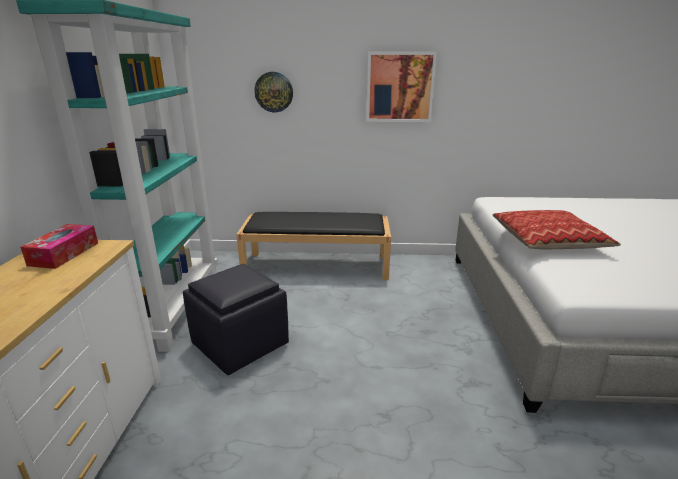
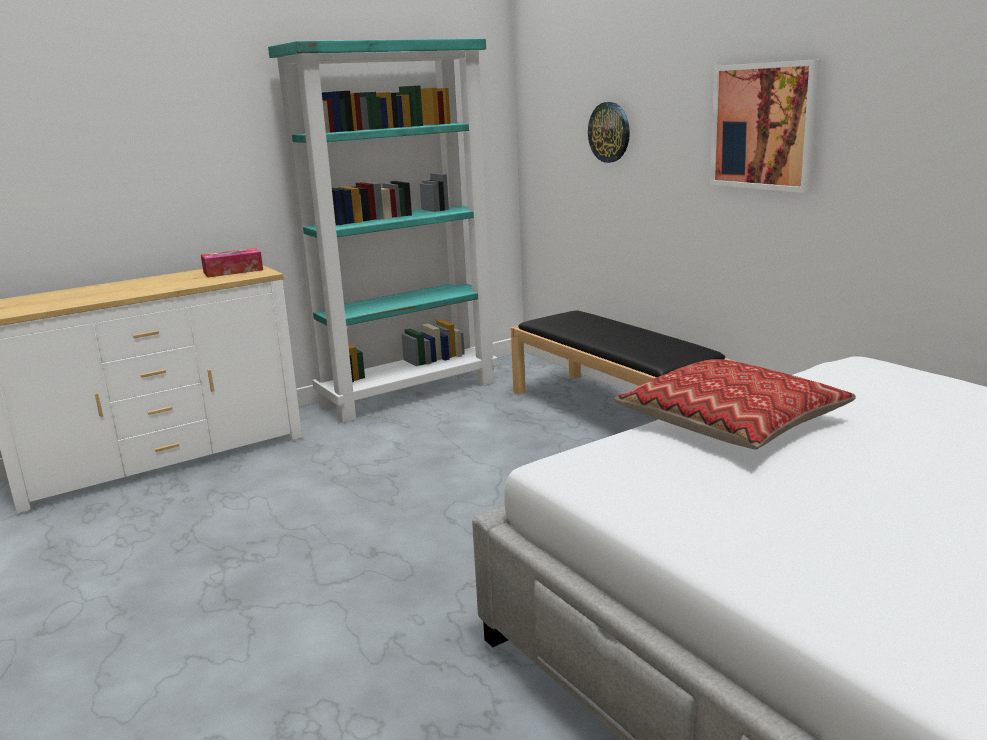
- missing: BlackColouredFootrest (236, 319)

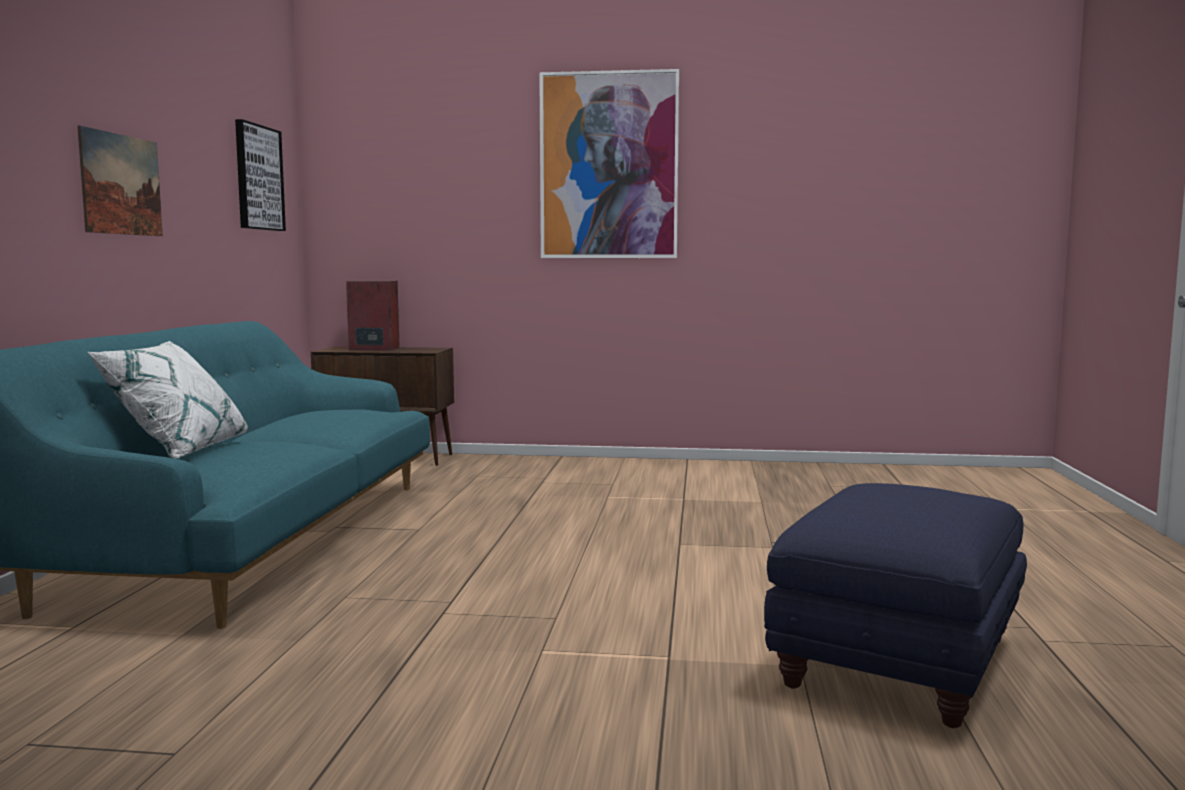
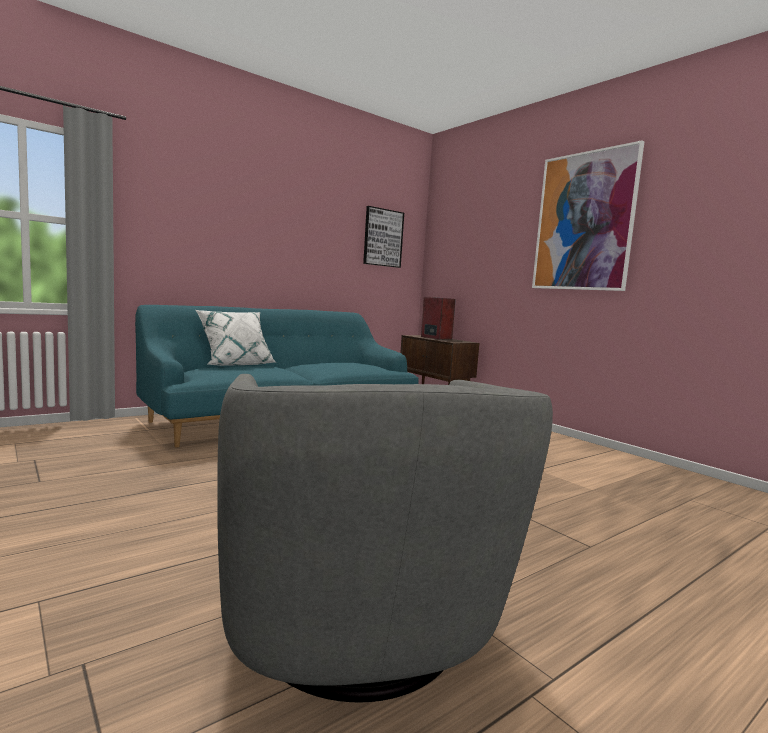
- exchanged: BluishFootrest (895, 605) to GreyLoungeChair (385, 538)
- missing: Picture (120, 180)

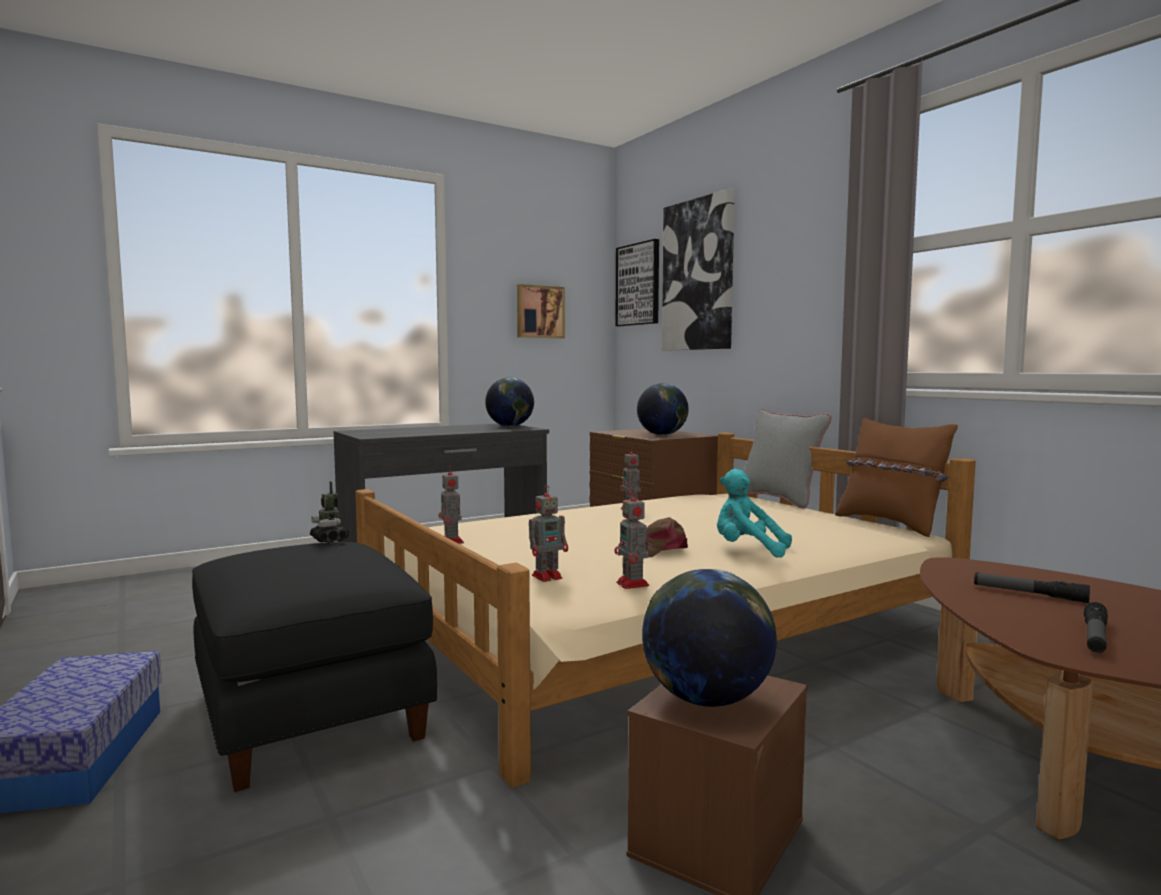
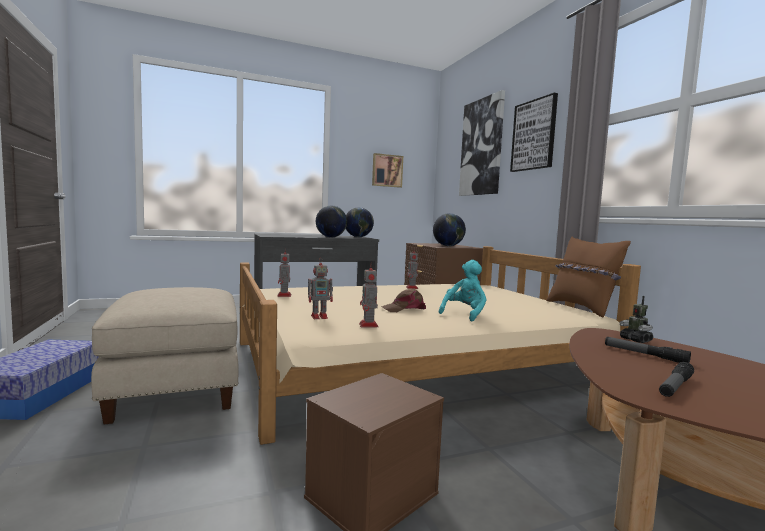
- colour: BlackColouredFootrest (314, 667) to BeigeFootrest (165, 355)
- relocated: DeskGlobe (709, 638) to (331, 221)
- spun: TurquoiseColouredCuddlyToy (754, 513) = (462, 290) 90 degrees clockwise
- relocated: Picture (637, 282) to (534, 132)
- relocated: RobotFigure (329, 512) to (636, 319)
- missing: GreyThrowPillow (787, 458)

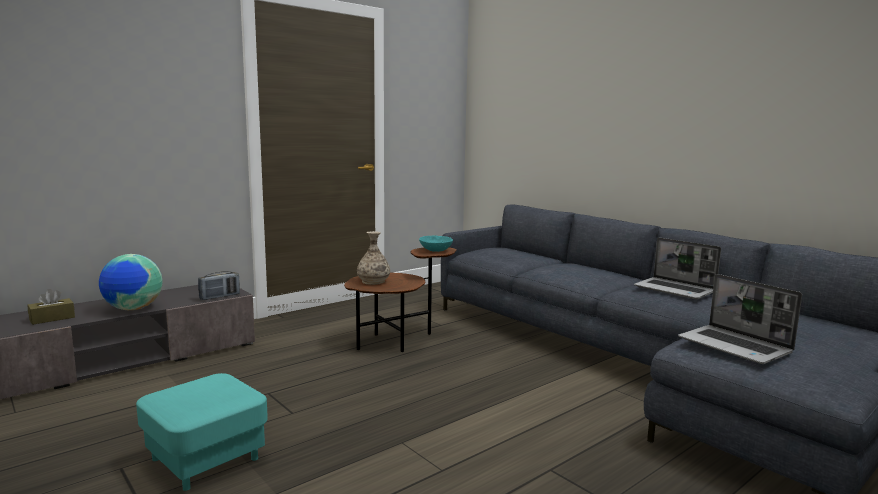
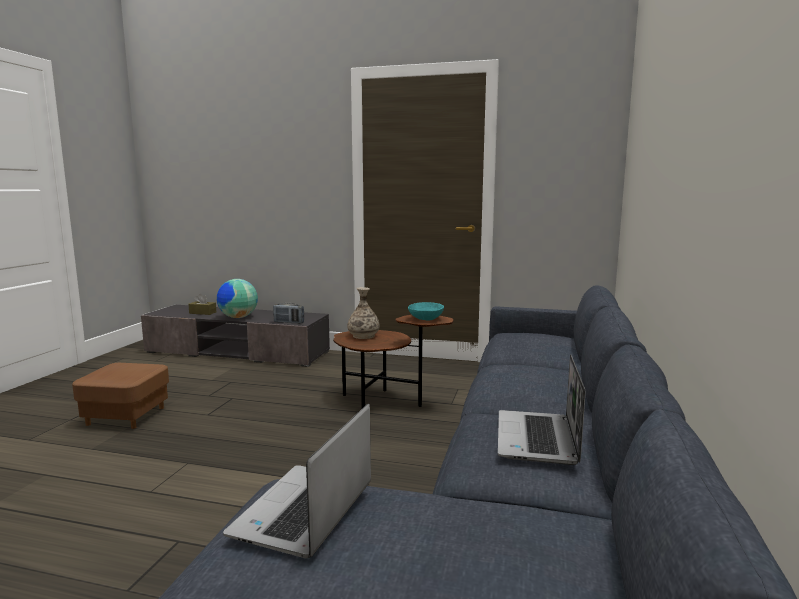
- colour: TurquoiseColouredFootrest (202, 432) to BrownFootrest (120, 396)

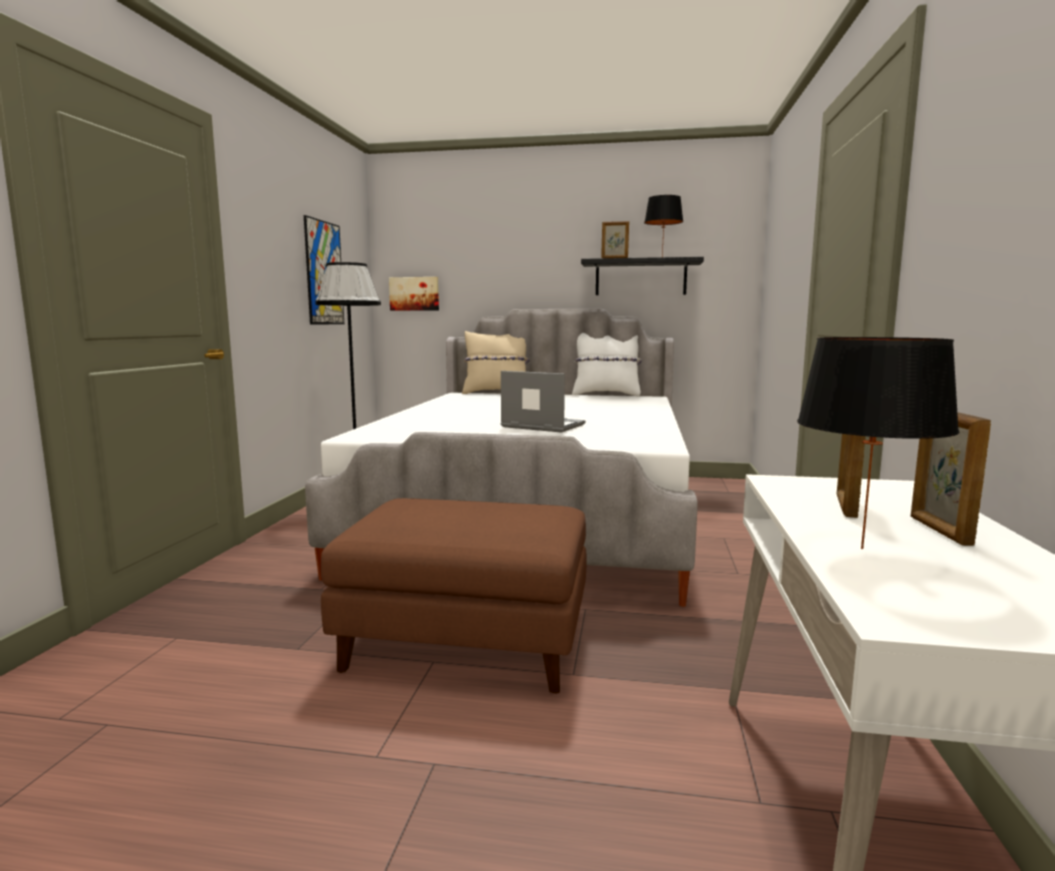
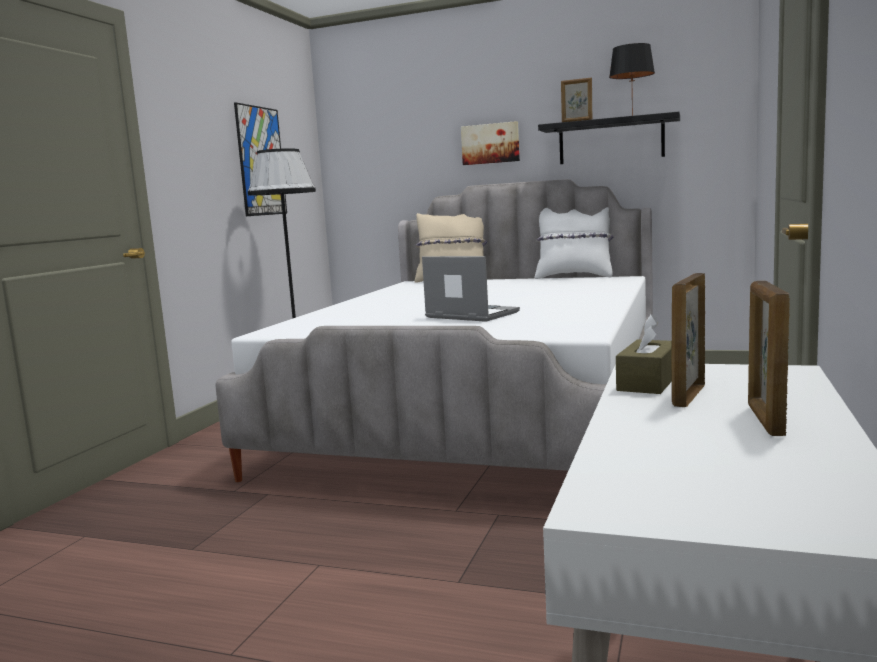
- relocated: Picture (414, 294) to (490, 143)
- appeared: BrownTissueHolder (644, 354)
- missing: BrownFootrest (454, 596)
- missing: BlackColouredTabletopLamp (878, 443)

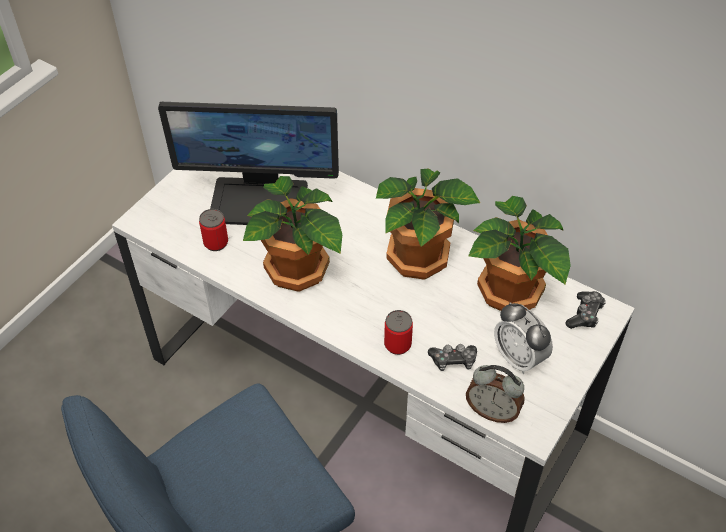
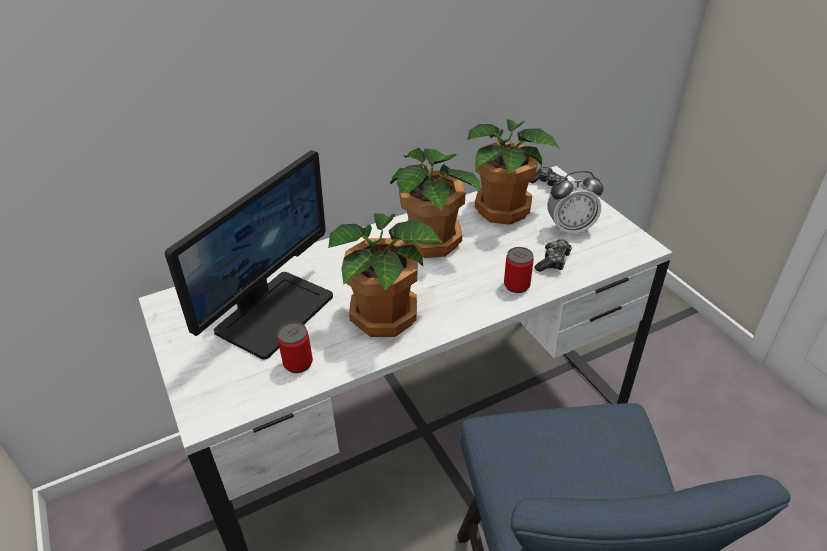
- missing: BedsideClock (495, 394)

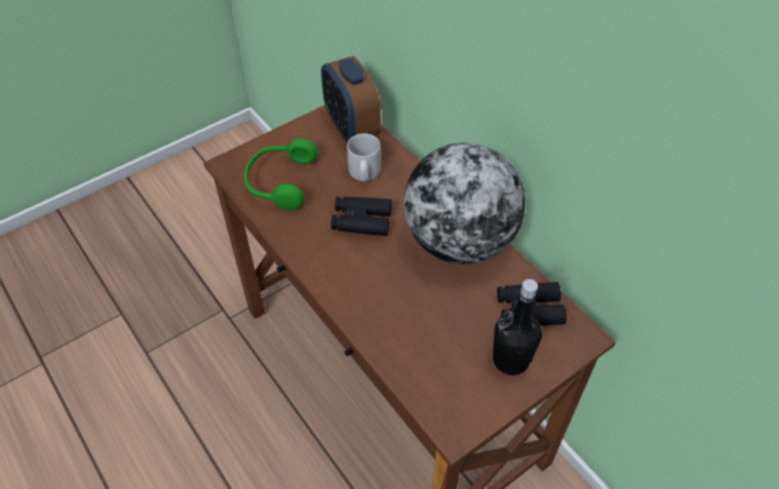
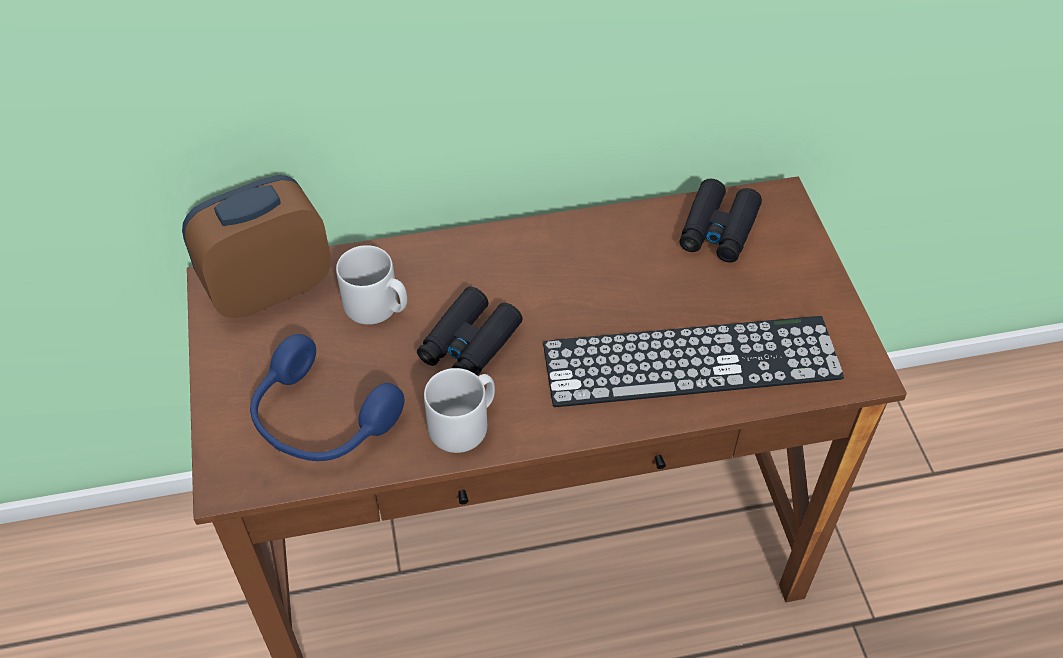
- spun: BedsideClock (351, 99) = (256, 246) 150 degrees clockwise
- colour: GreenishHeadphones (280, 174) to BluishHeadphones (327, 397)
- appeared: GreyMug (459, 410)
- appeared: PcKeyboard (693, 361)
- missing: DeskGlobe (464, 203)
- missing: BlackColouredDrinkBottle (517, 327)

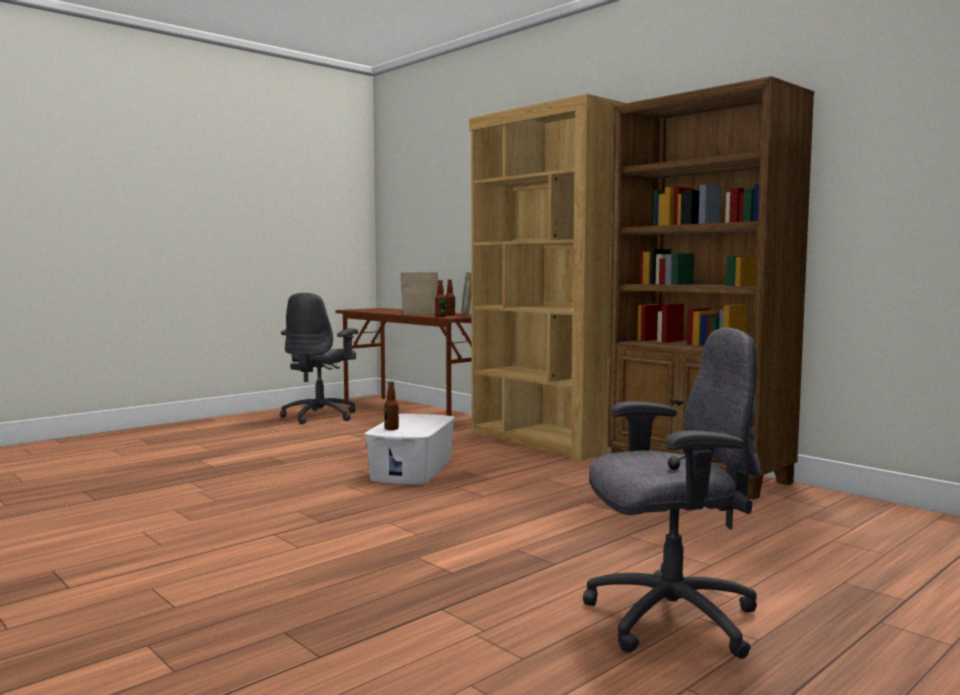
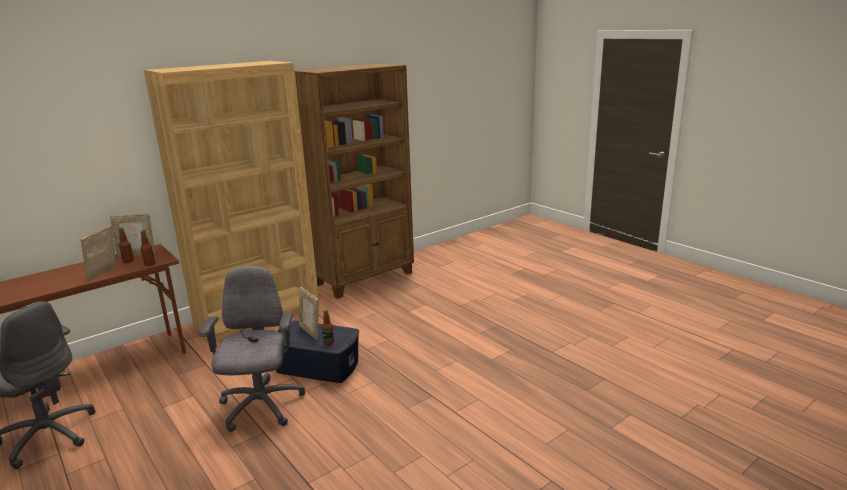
- relocated: GreyDeskChair (672, 493) to (252, 349)
- colour: WhiteColouredStorageBin (409, 449) to BluishStorageBin (317, 352)
- appeared: PhotoFrame (309, 313)

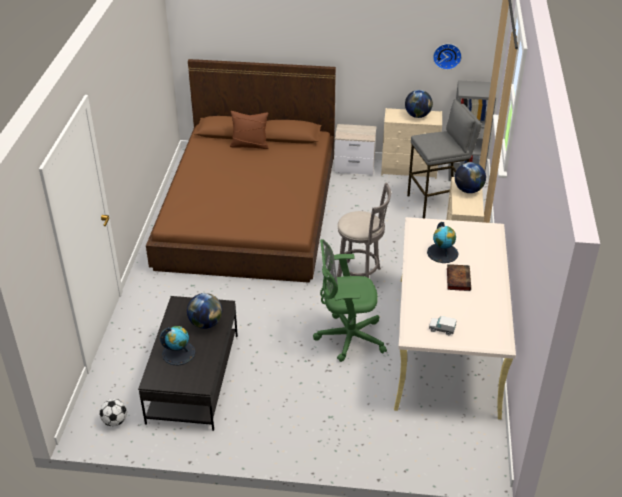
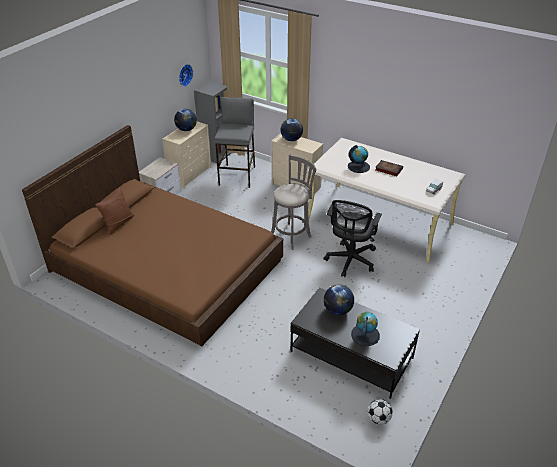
- colour: GreenishDeskChair (350, 300) to BlackColouredDeskChair (352, 238)

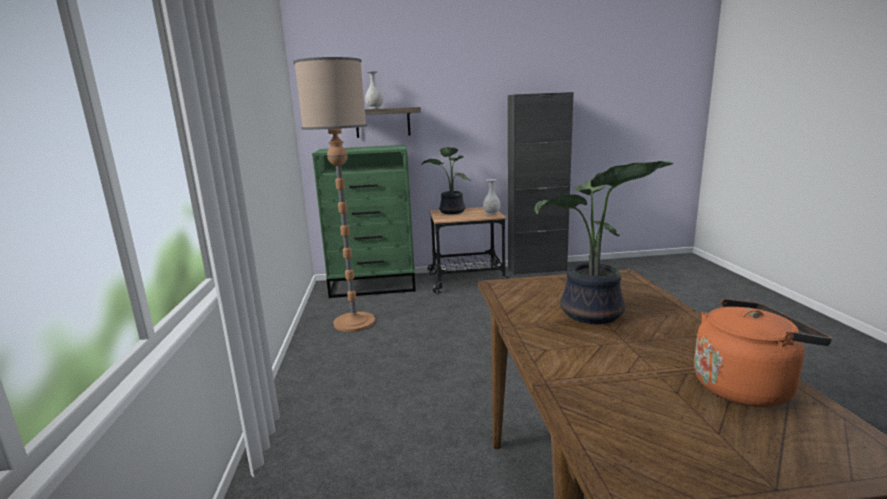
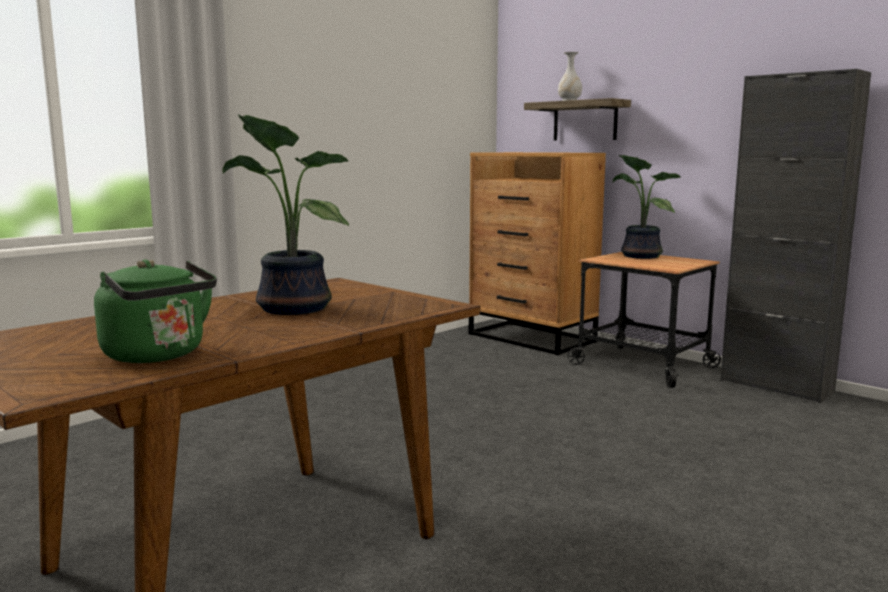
- colour: OrangeTeaKettle (763, 353) to GreenishTeaKettle (155, 311)
- colour: GreenishChestOfDrawers (364, 221) to BrownChestOfDrawers (537, 253)
- missing: FloorLamp (334, 194)
- missing: WhiteColouredFlowerVase (491, 197)

